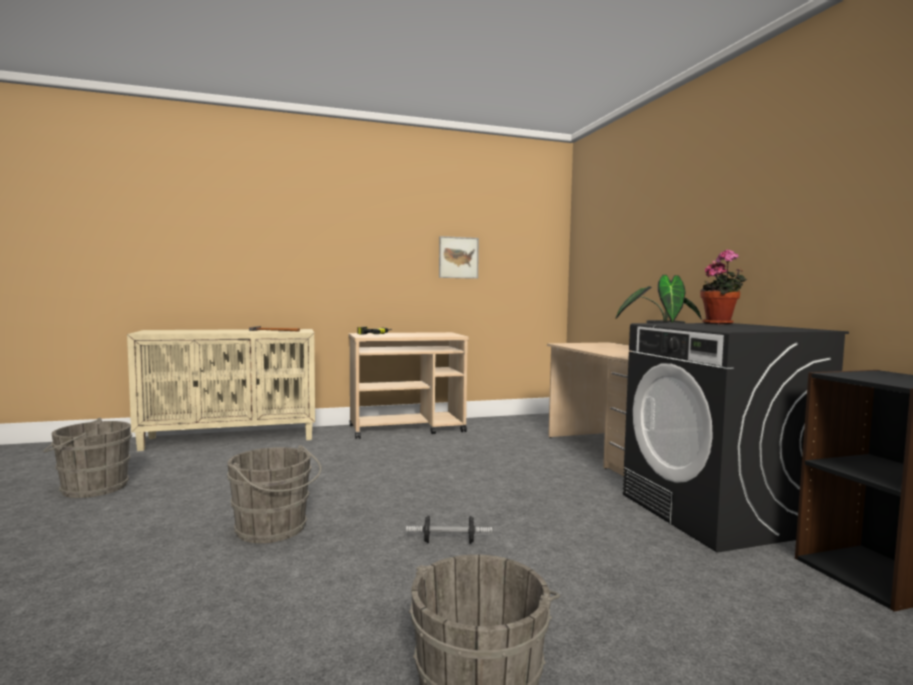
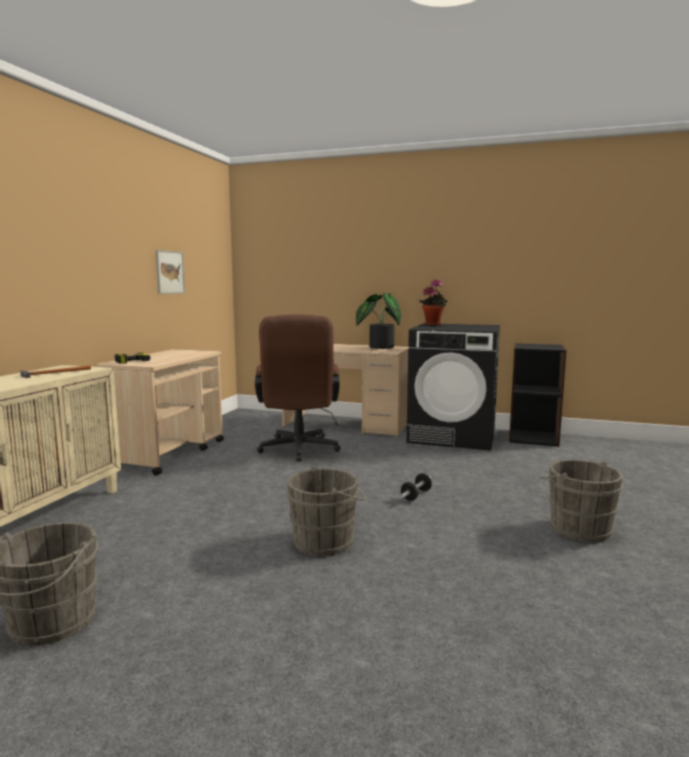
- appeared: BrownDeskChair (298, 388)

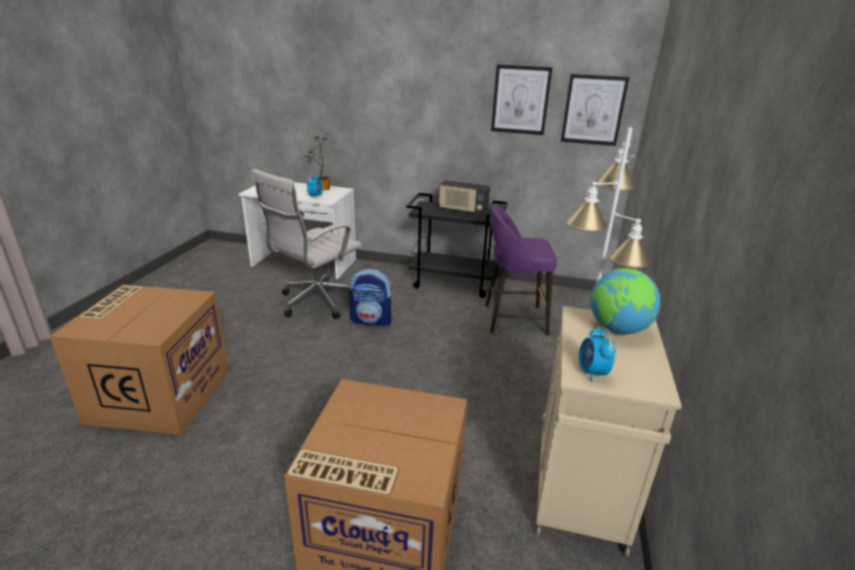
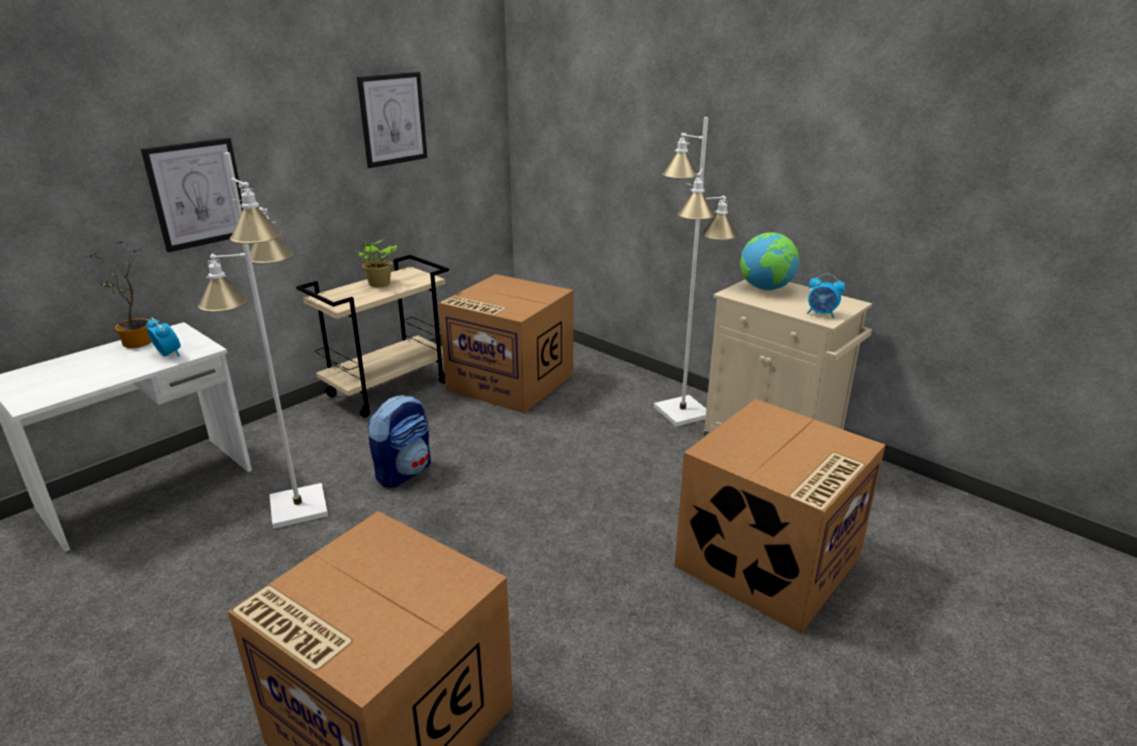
- relocated: Picture (595, 110) to (192, 195)
- exchanged: WhiteColouredDeskChair (307, 244) to WhiteColouredFloorLamp (263, 340)
- colour: BlackColouredTrolley (457, 245) to BeigeTrolley (372, 336)
- exchanged: RadioSet (464, 197) to PlantInAPot (377, 263)
- exchanged: PurpleColouredSittingStool (521, 270) to Carton (506, 343)

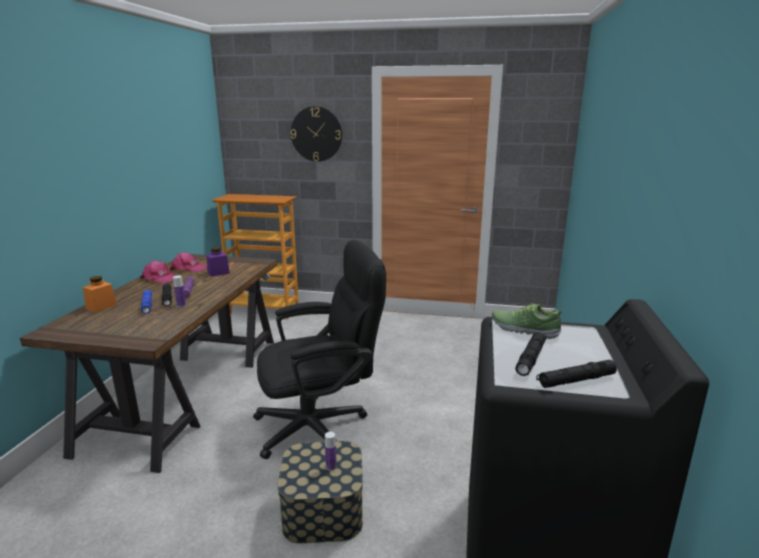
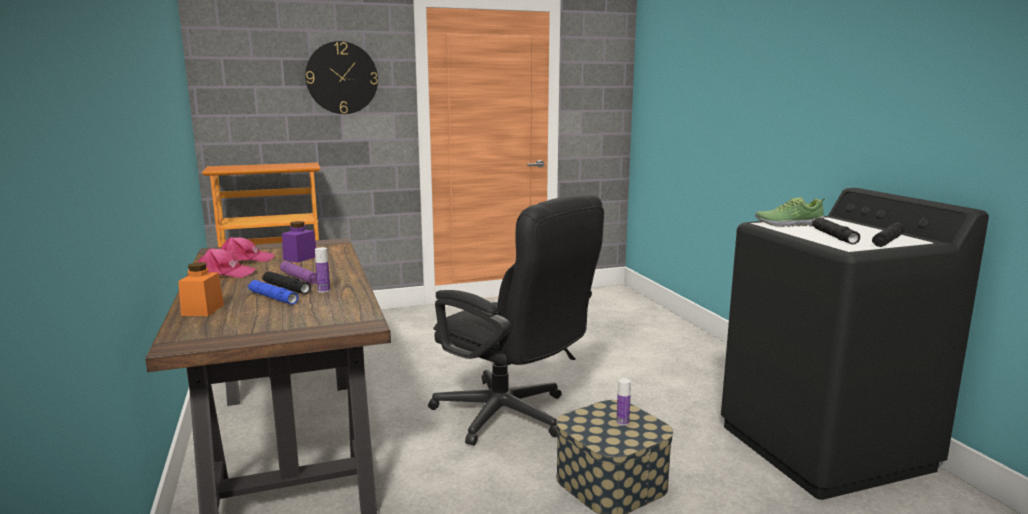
- spun: BlackColouredDeskChair (319, 349) = (516, 320) 90 degrees clockwise

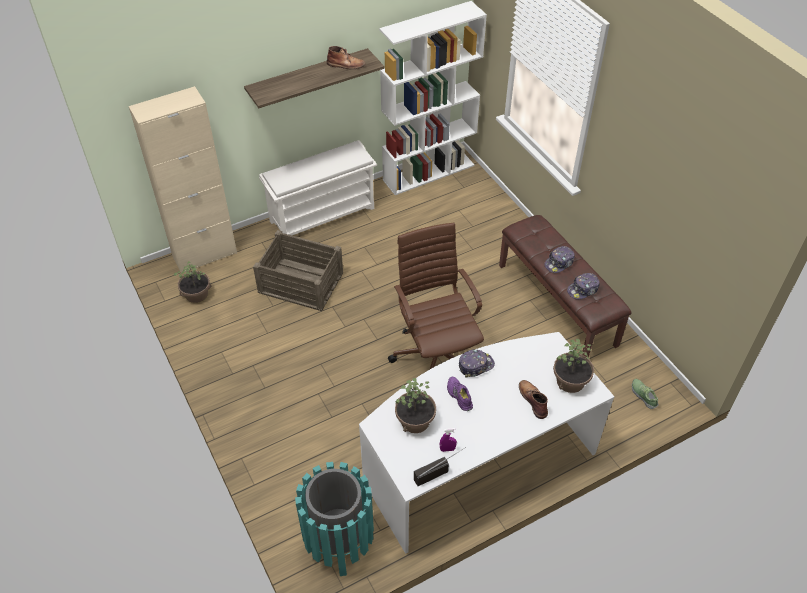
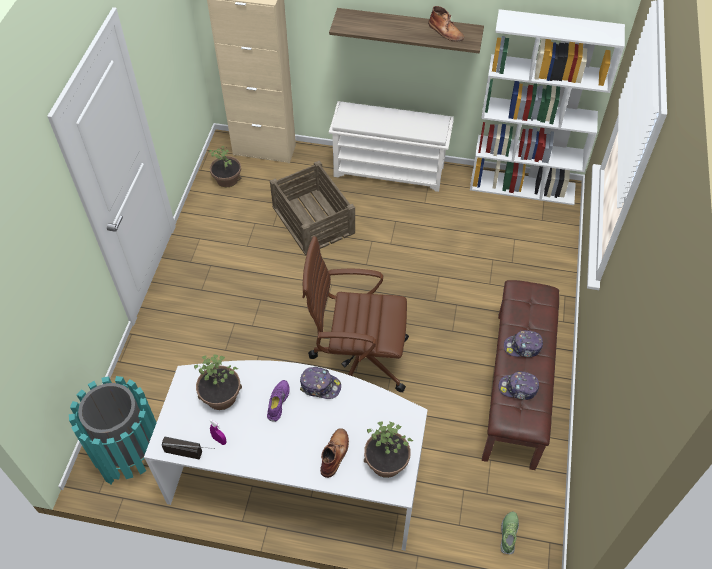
- spun: BrownDeskChair (436, 296) = (355, 314) 105 degrees counterclockwise

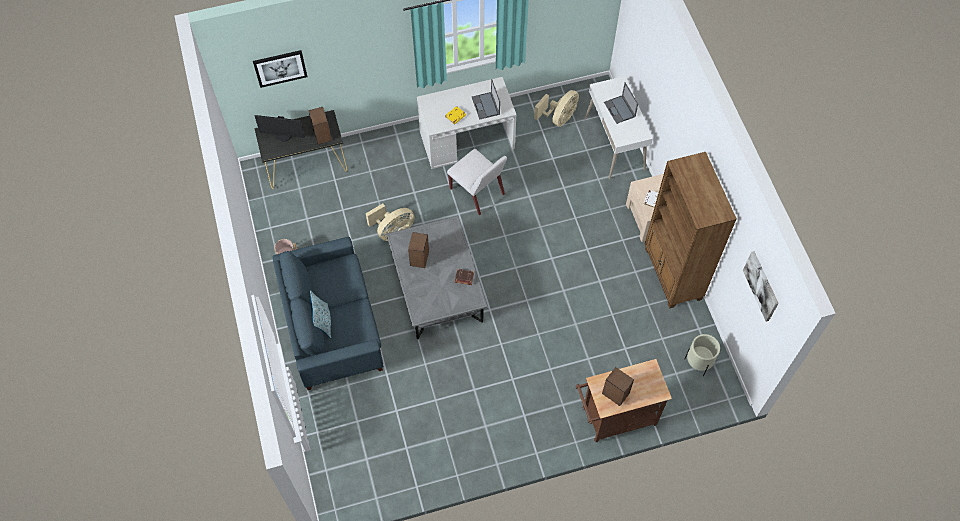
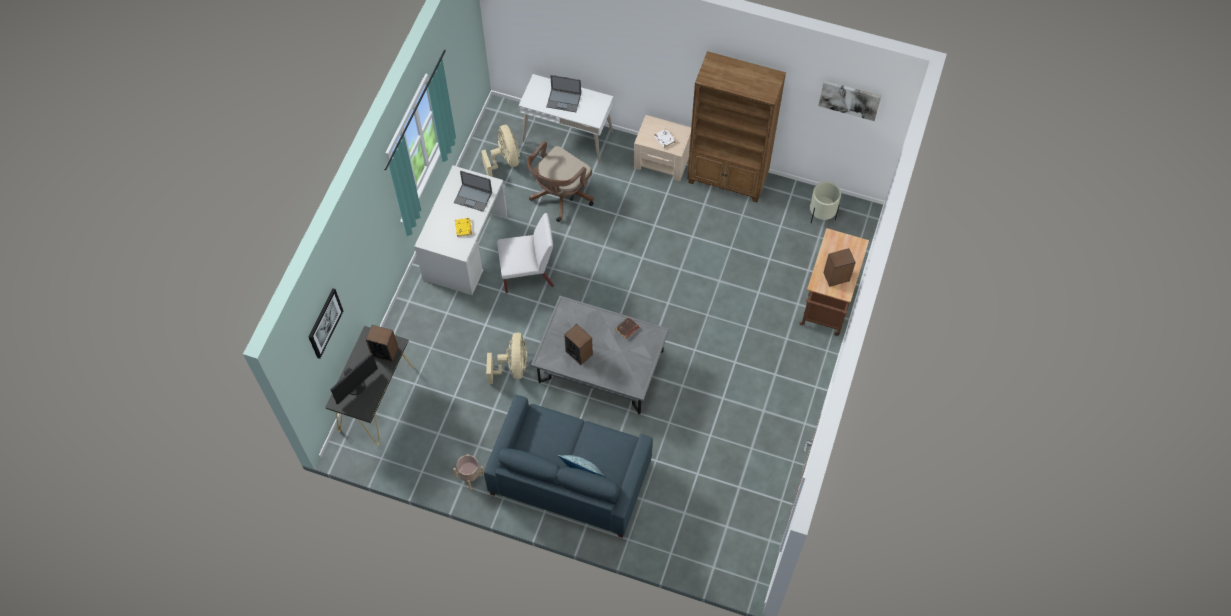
- appeared: BrownDeskChair (560, 181)

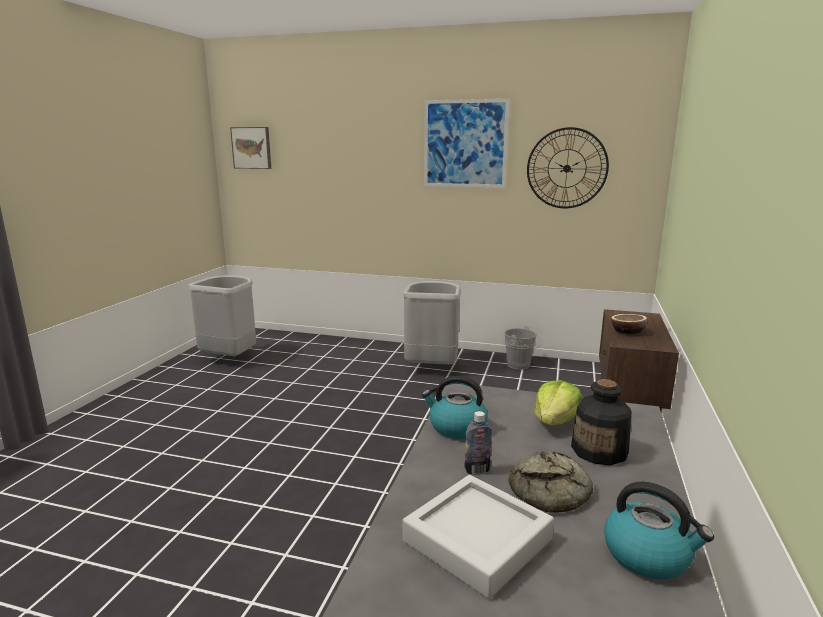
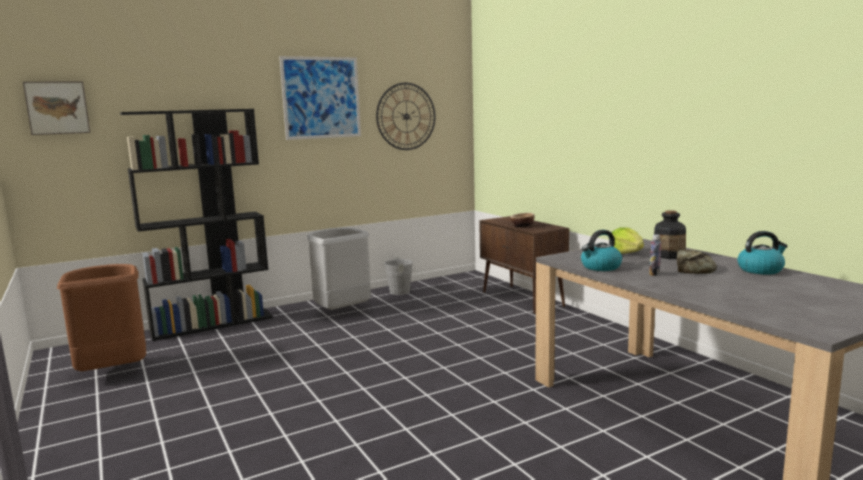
- colour: GreyTrashCan (222, 315) to BrownTrashCan (101, 317)
- appeared: BlackColouredBookshelf (196, 225)
- missing: GreyServingTray (478, 537)

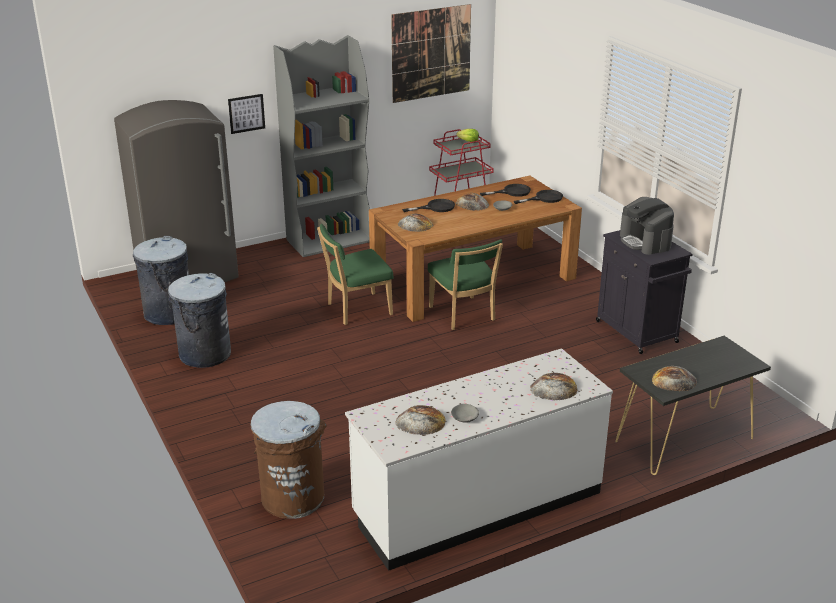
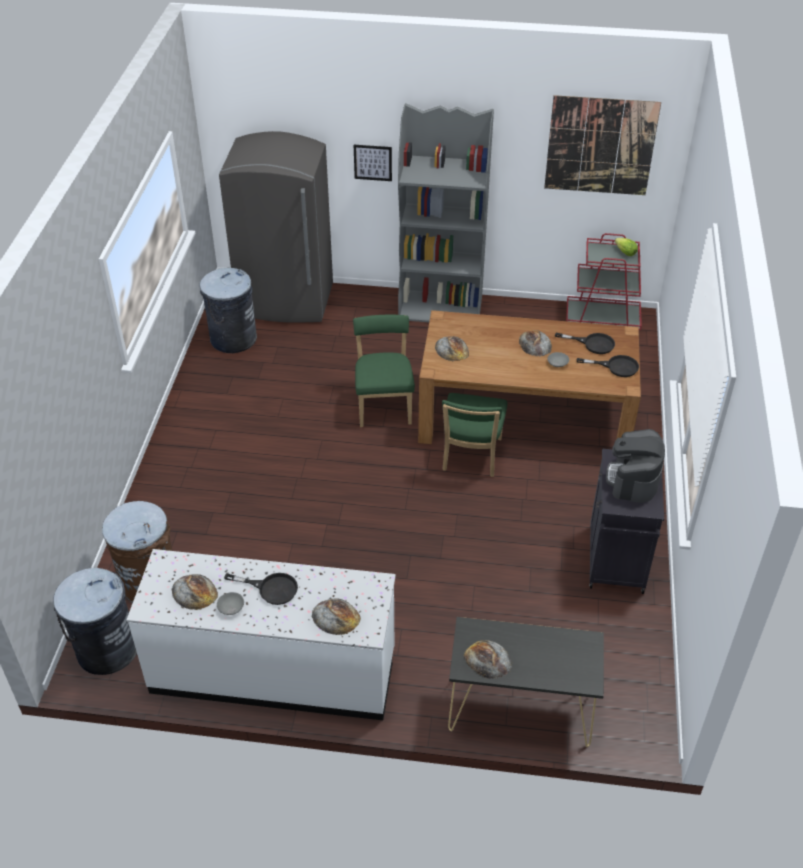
- relocated: GreyTrashCan (199, 320) to (95, 621)
- relocated: BlackColouredPan (428, 205) to (261, 589)
- spun: GreenishPlainChair (355, 274) = (384, 371) 75 degrees clockwise

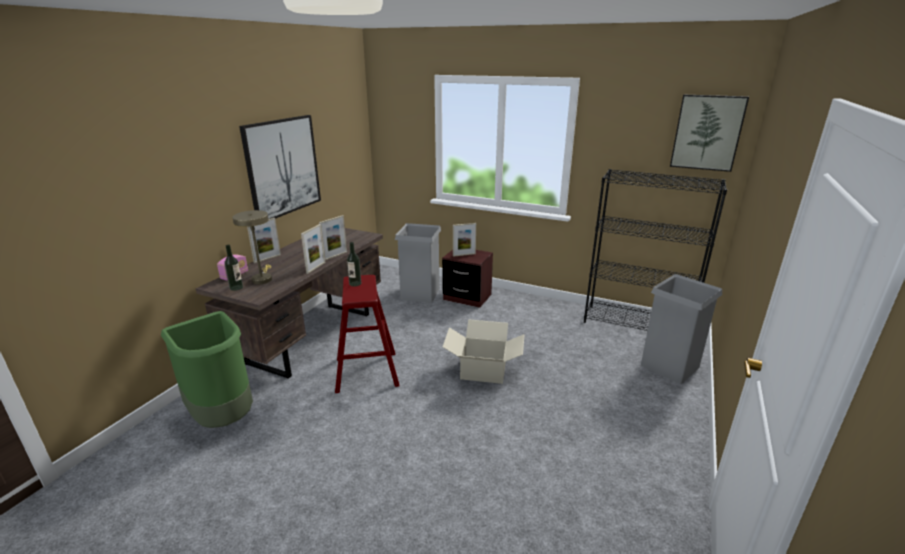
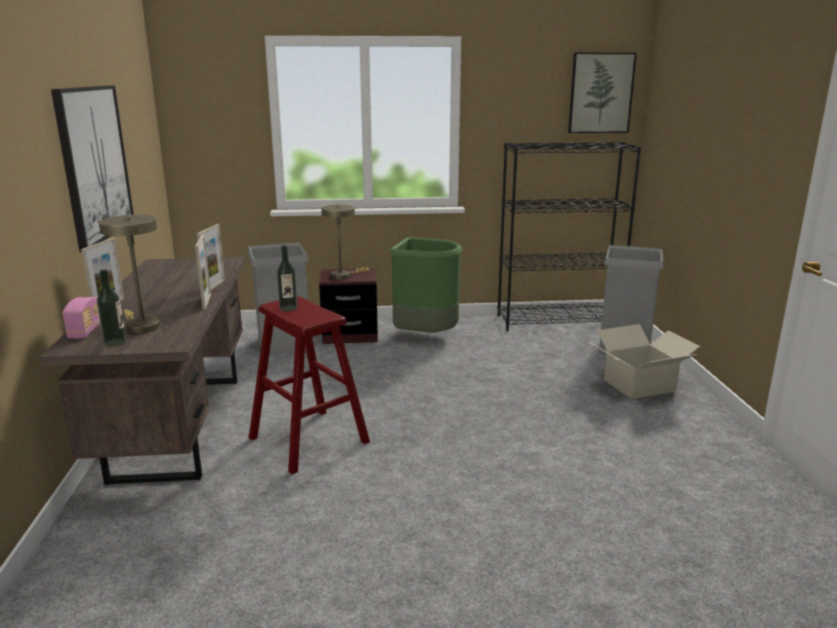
- exchanged: PhotoFrame (464, 240) to BeigeTabletopLamp (345, 242)
- relocated: GreenishTrashCan (207, 369) to (426, 285)
- relocated: Carton (484, 351) to (645, 361)

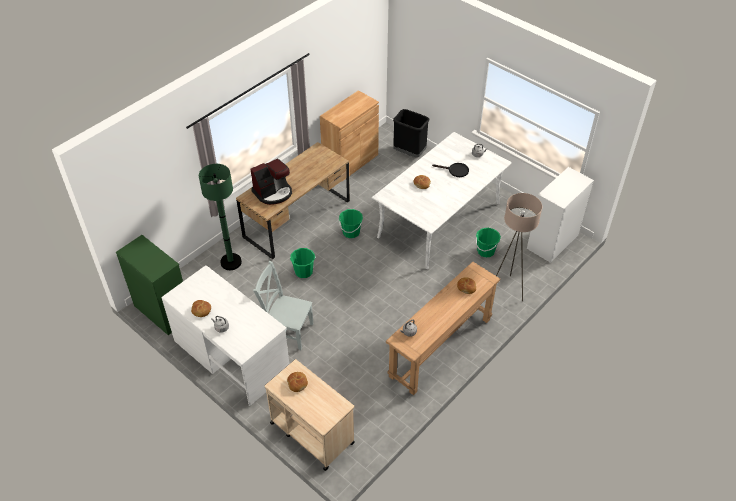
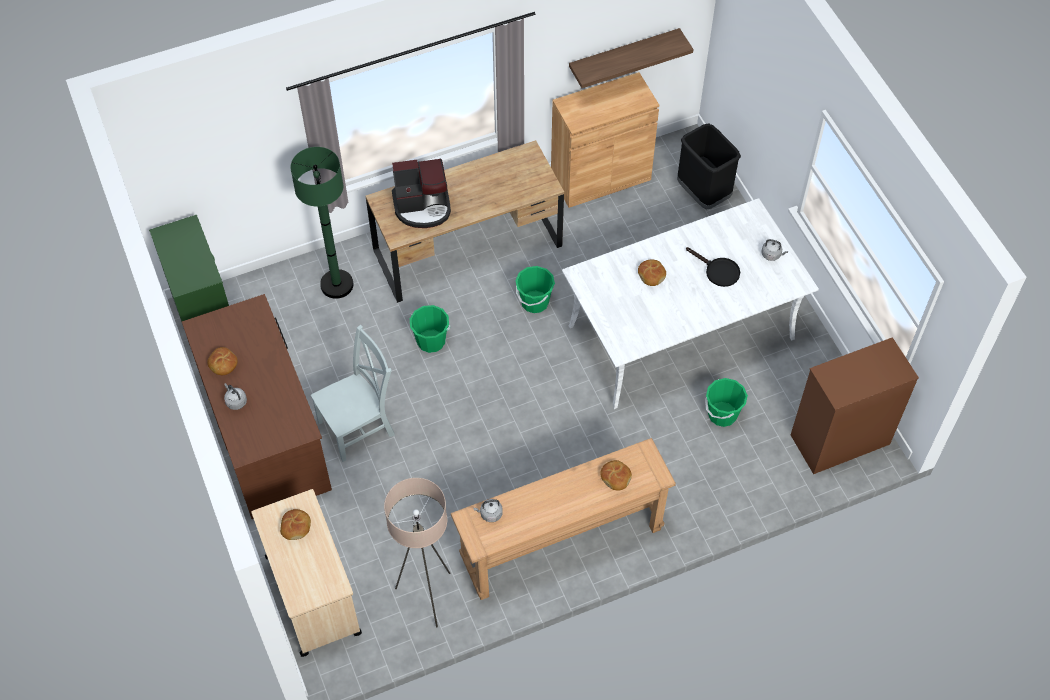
- colour: WhiteColouredDeskUnit (225, 335) to BrownDeskUnit (257, 406)
- spun: GreyPlainChair (283, 305) = (353, 393) 105 degrees clockwise
- relocated: BeigeFloorLamp (519, 247) to (417, 552)
- appeared: Shelf (631, 58)
- colour: WhiteColouredChestOfDrawers (560, 215) to BrownChestOfDrawers (855, 405)

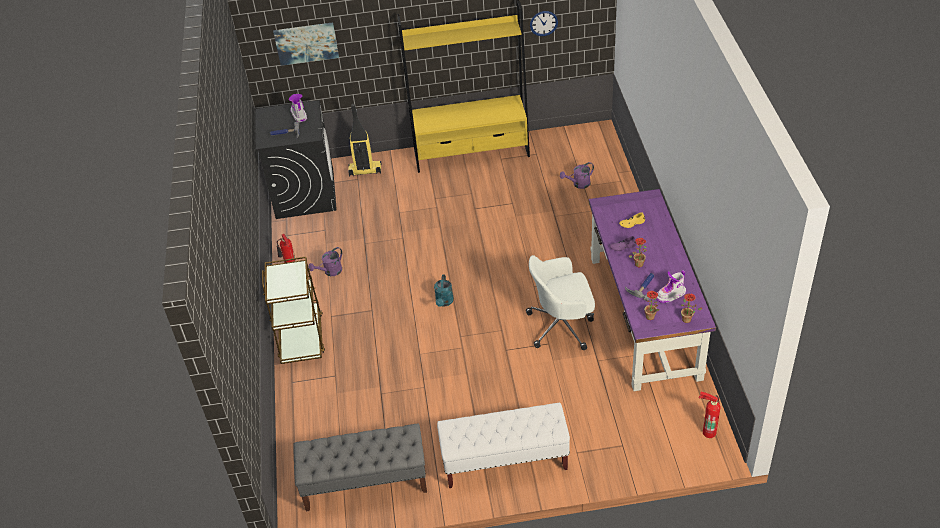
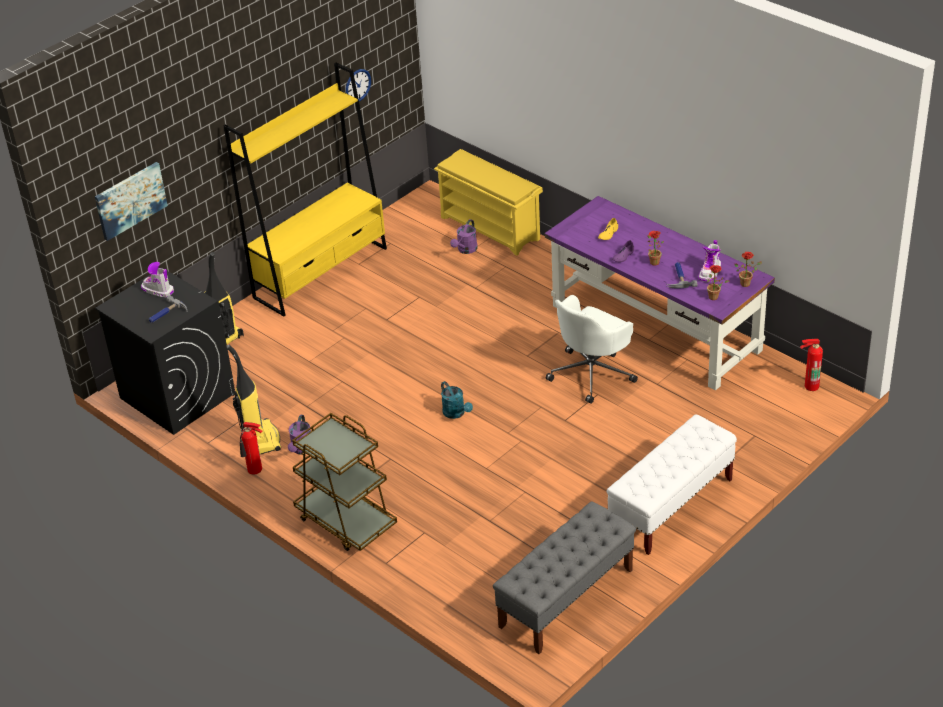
- appeared: Vacuum (253, 399)
- appeared: YellowishShoeShelf (488, 202)

